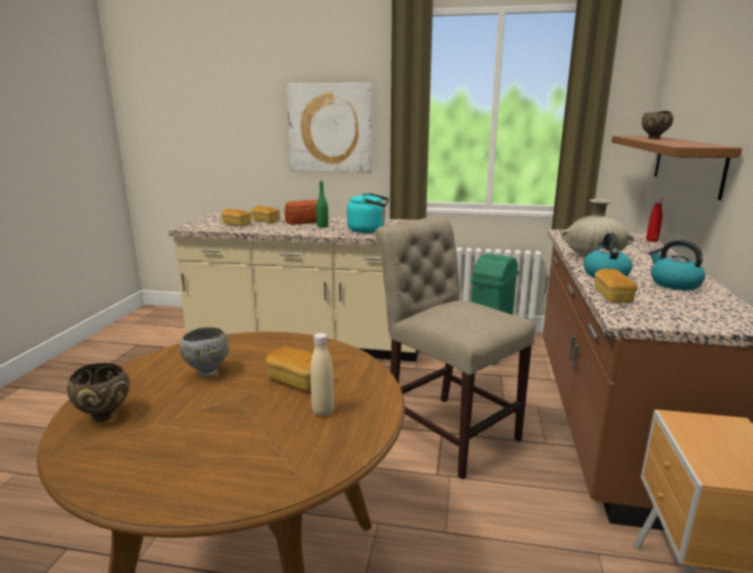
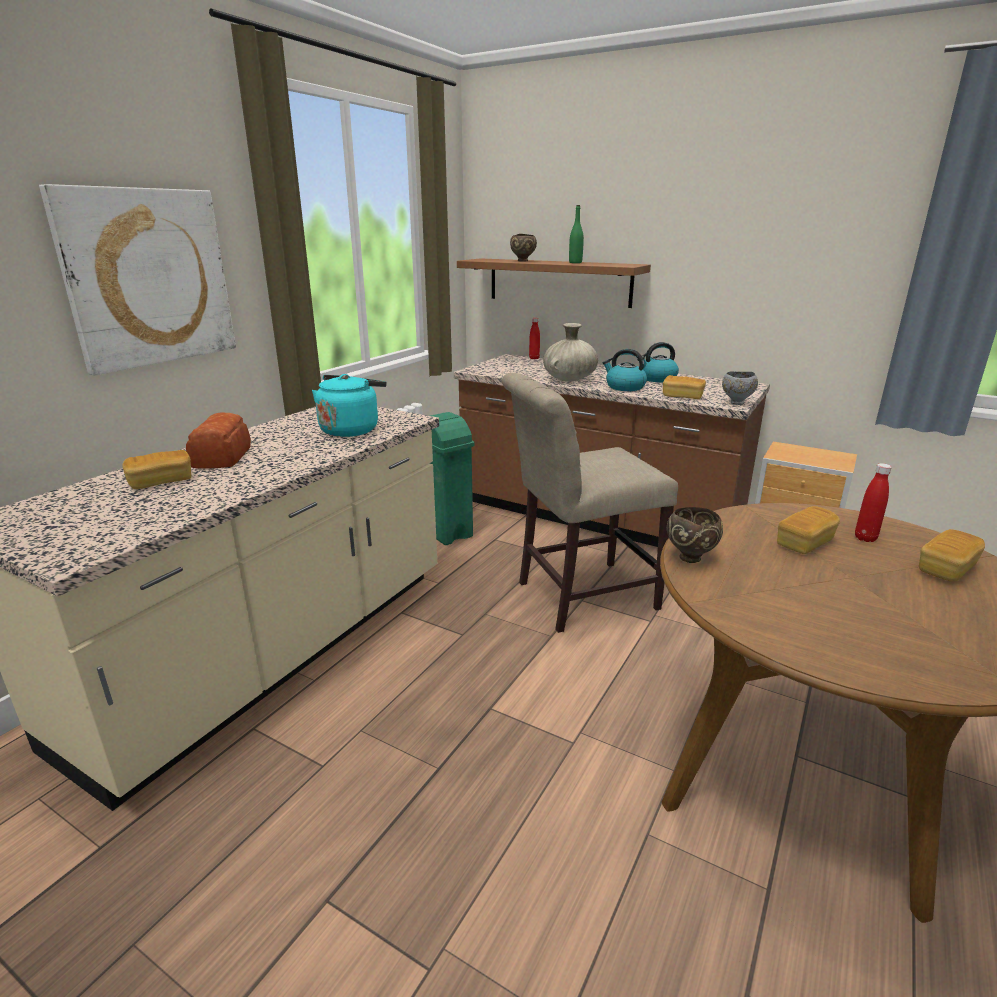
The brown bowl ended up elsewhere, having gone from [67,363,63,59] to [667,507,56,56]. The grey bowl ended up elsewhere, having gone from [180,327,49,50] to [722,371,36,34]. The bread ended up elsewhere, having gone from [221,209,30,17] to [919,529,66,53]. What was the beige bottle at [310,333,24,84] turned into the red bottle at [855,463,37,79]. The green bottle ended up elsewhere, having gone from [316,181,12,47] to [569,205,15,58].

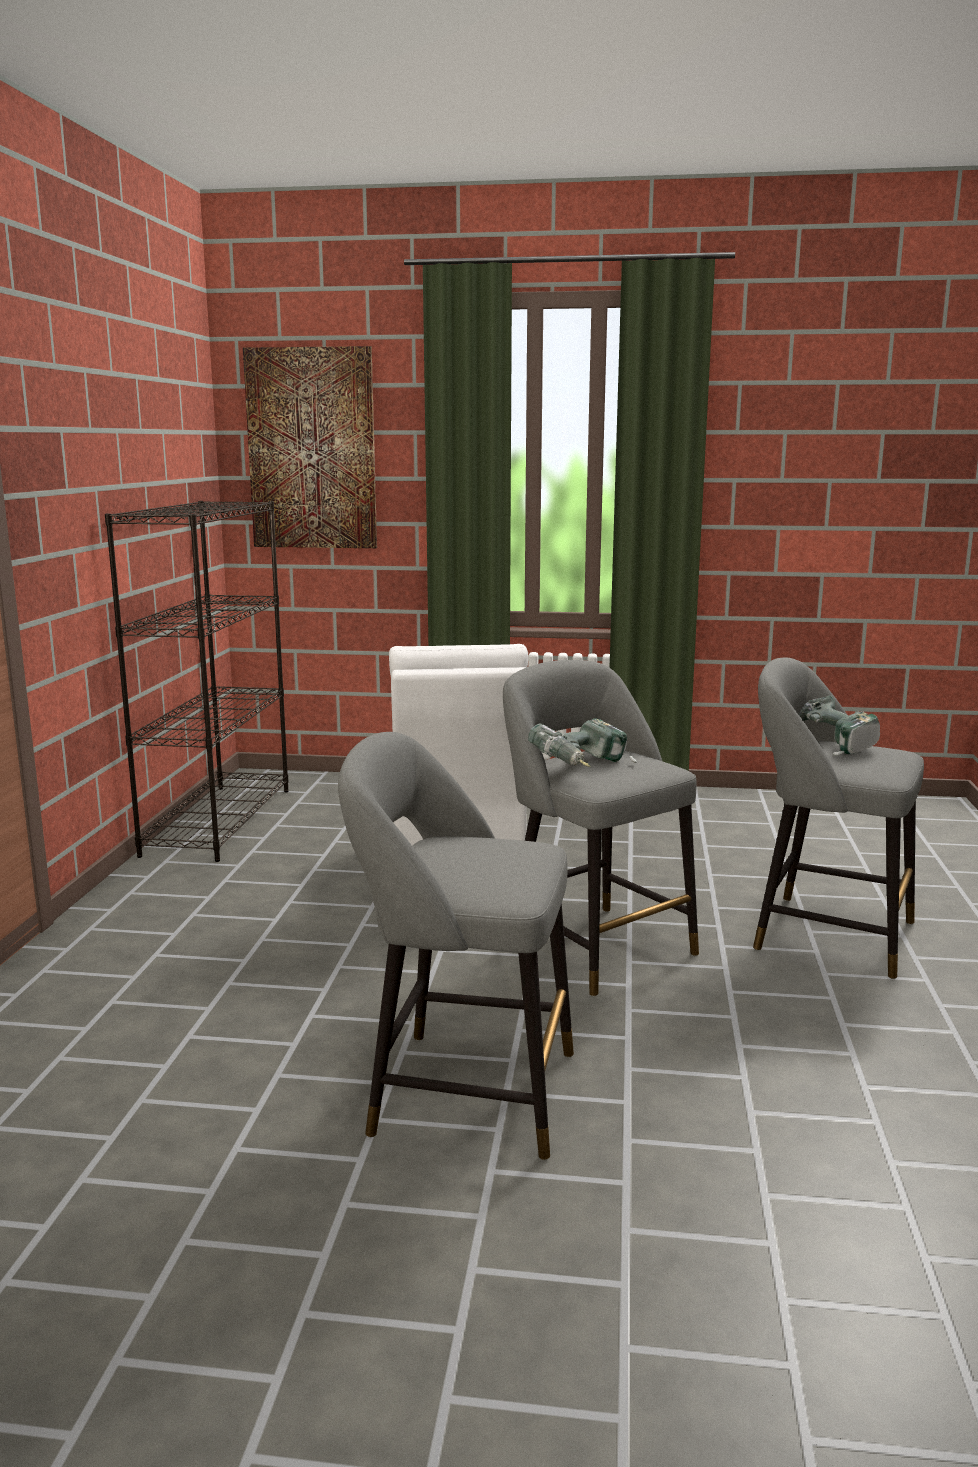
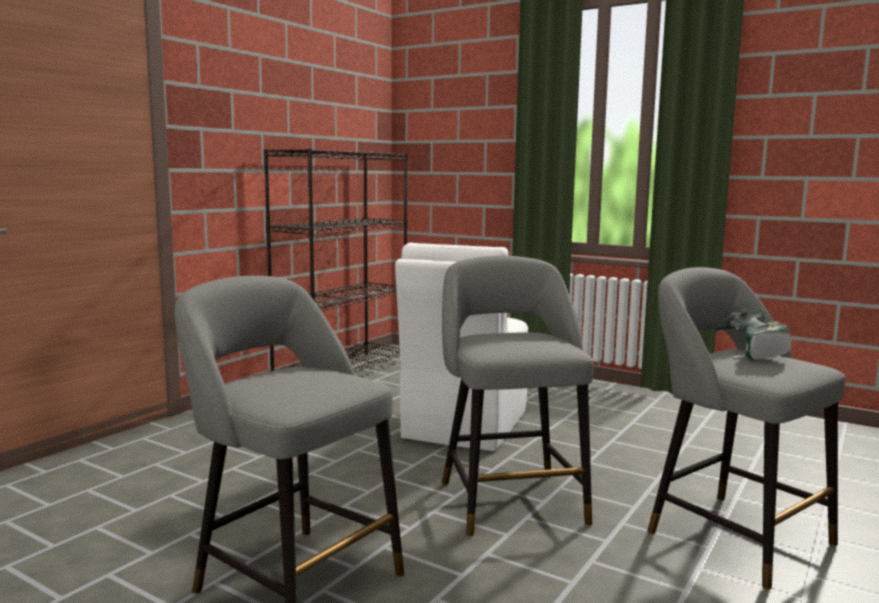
The second view lost the picture at [243,346,134,202]. The second view lost the power drill at [528,718,109,49].

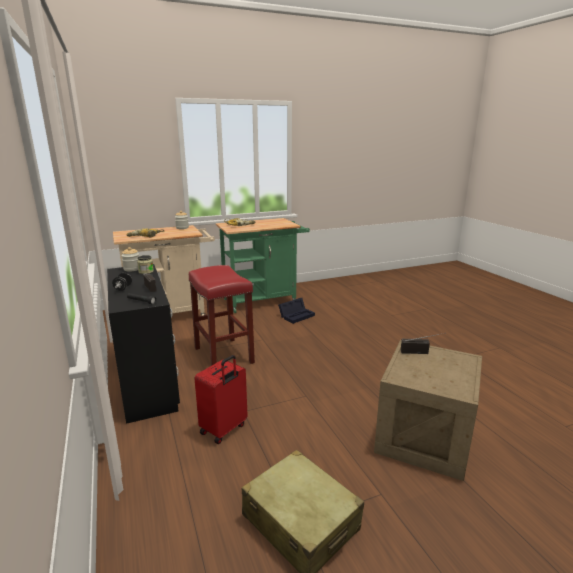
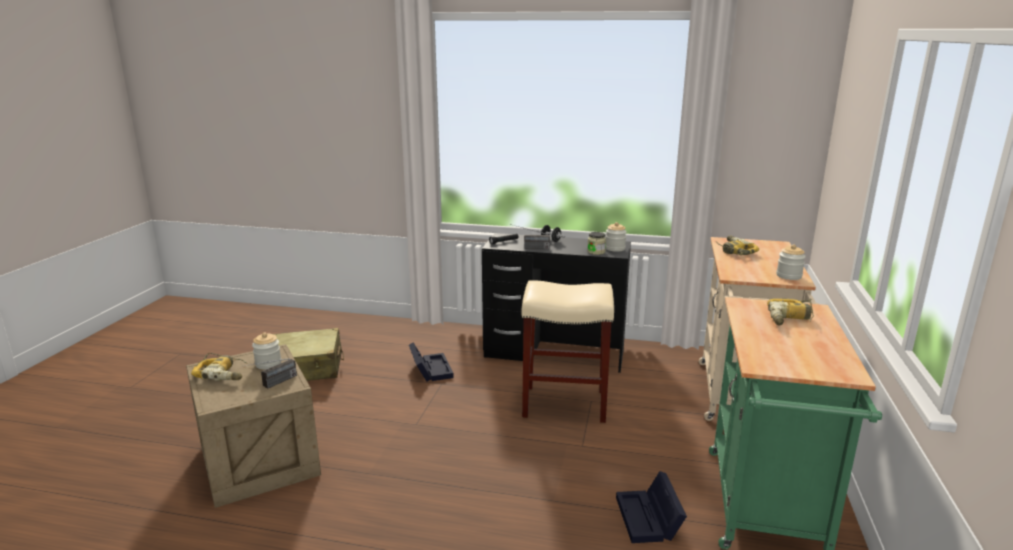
What was the red stool at [189,265,66,101] turned into the beige stool at [521,280,93,143]. Where the red suitcase stood at [194,355,54,89], the black storage box came to stand at [409,343,45,39]. The second view gained the power drill at [191,353,56,28]. The second view gained the jar at [252,333,29,36].

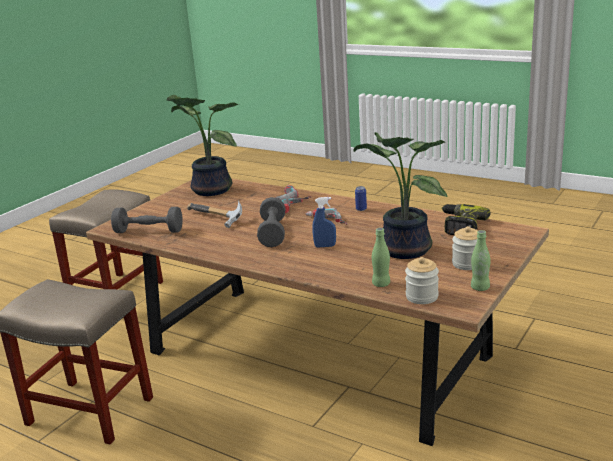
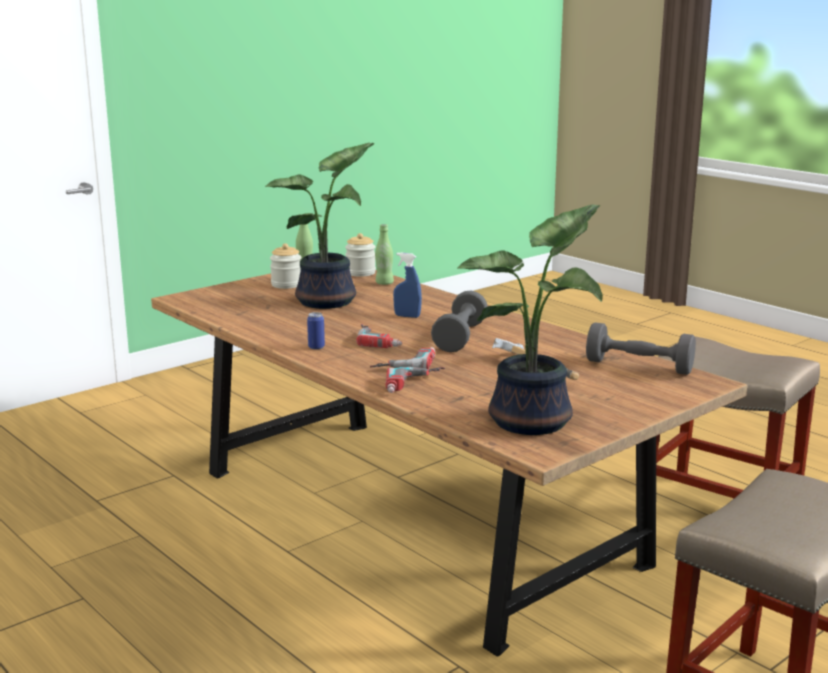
The second view lost the power drill at [442,204,49,31].

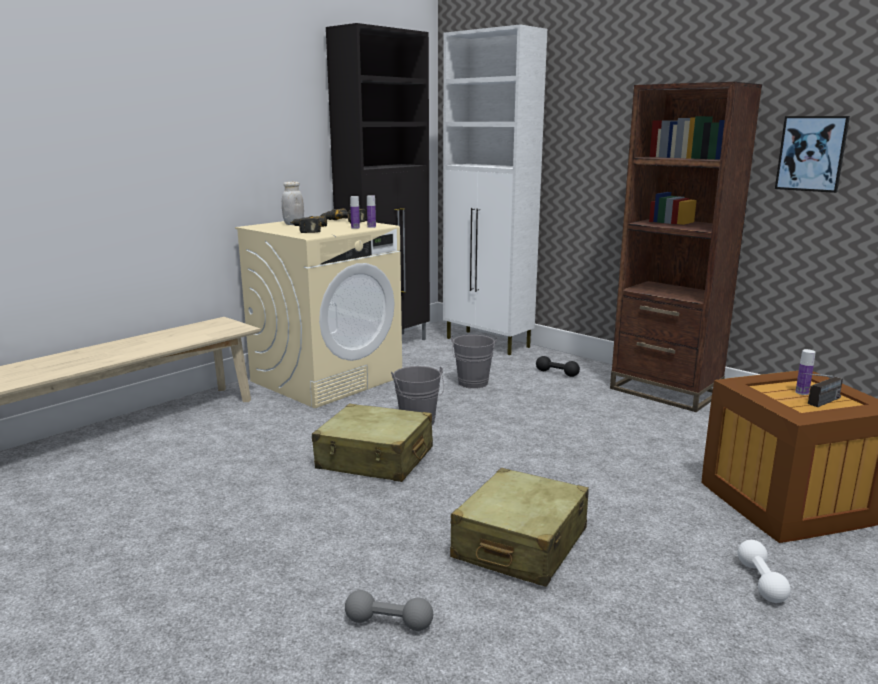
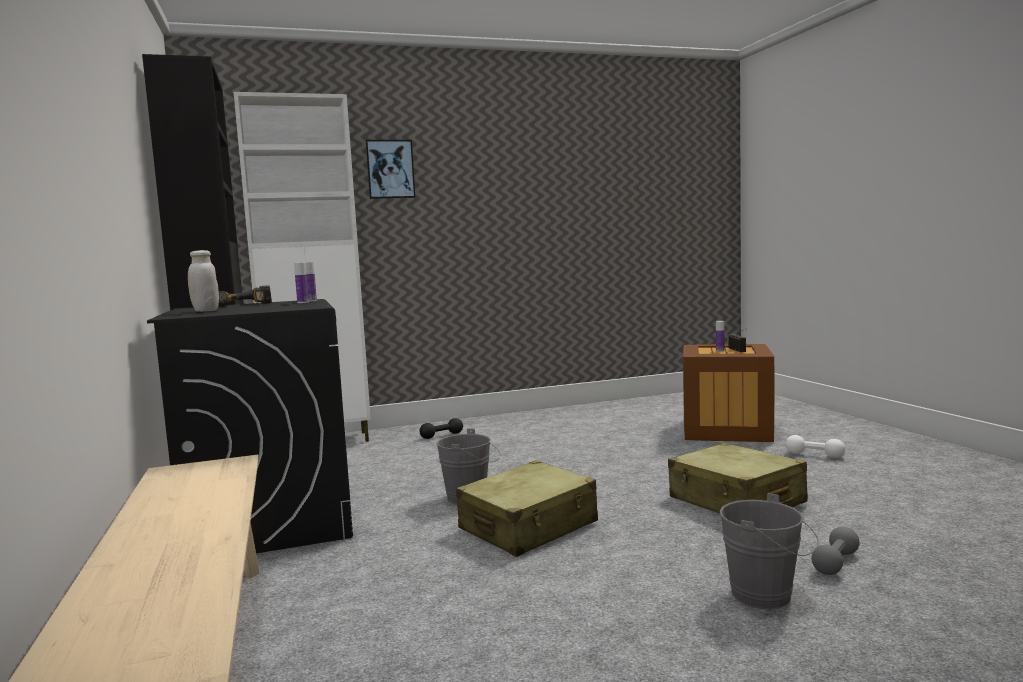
What was the beige washing machine at [235,218,167,190] turned into the black washing machine at [147,299,206,255]. The second view lost the power drill at [290,216,37,17]. The grey bucket ended up elsewhere, having gone from [451,335,46,54] to [719,493,100,116]. The second view lost the brown bookcase at [610,82,152,330]. The picture ended up elsewhere, having gone from [775,116,75,77] to [365,140,50,59].

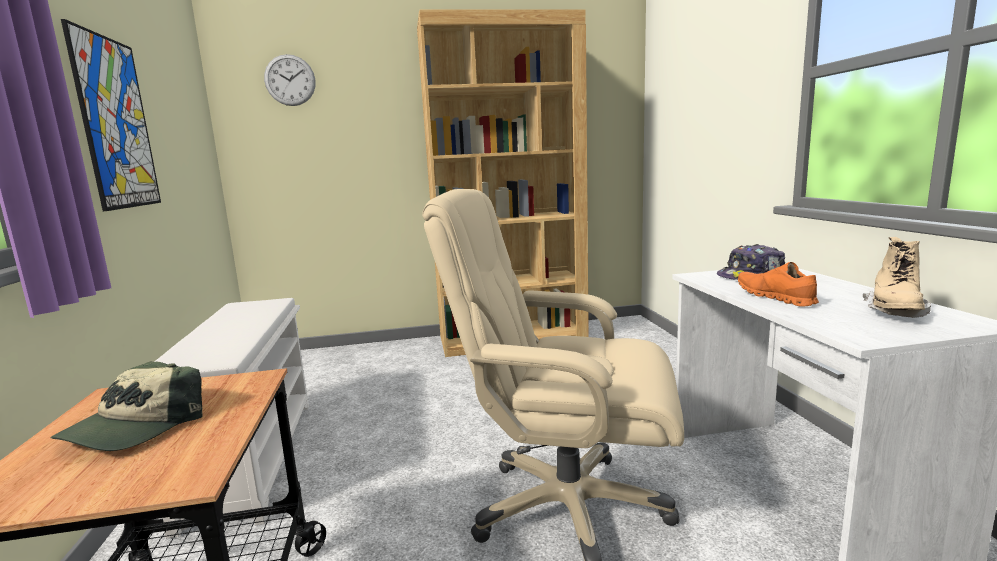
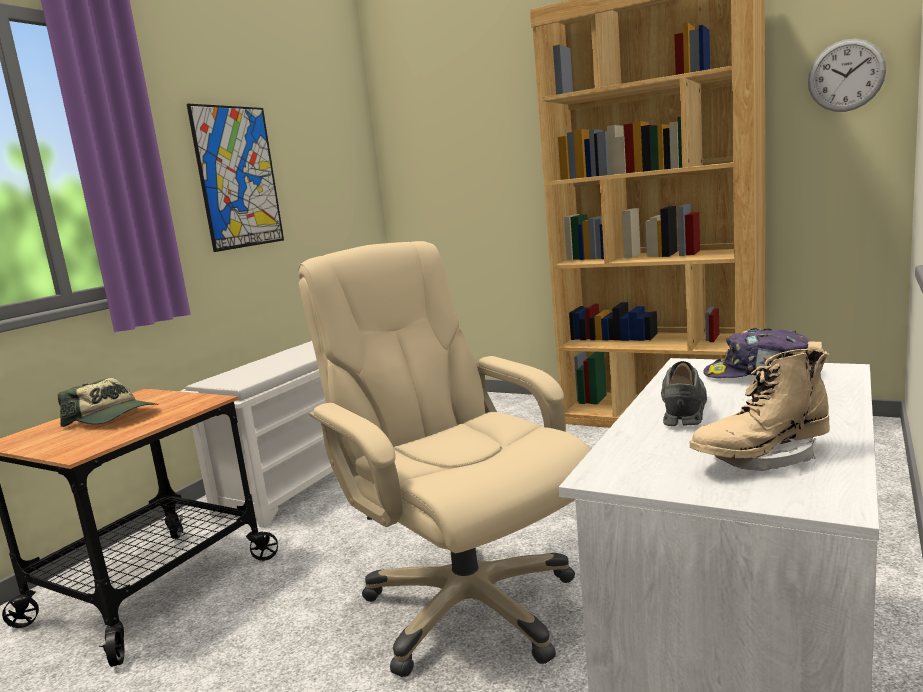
The cap at [51,362,152,89] ended up facing another way, 120 degrees counterclockwise from before. The wall clock ended up elsewhere, having gone from [264,54,52,52] to [808,39,78,73]. What was the orange shoe at [738,262,81,45] turned into the grey shoe at [661,361,46,65].

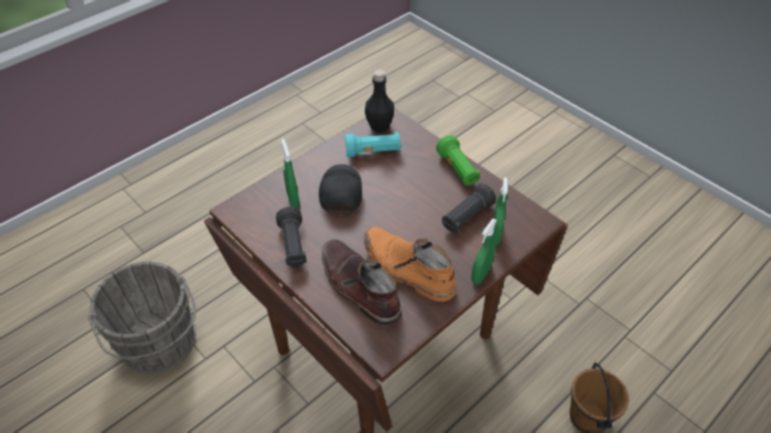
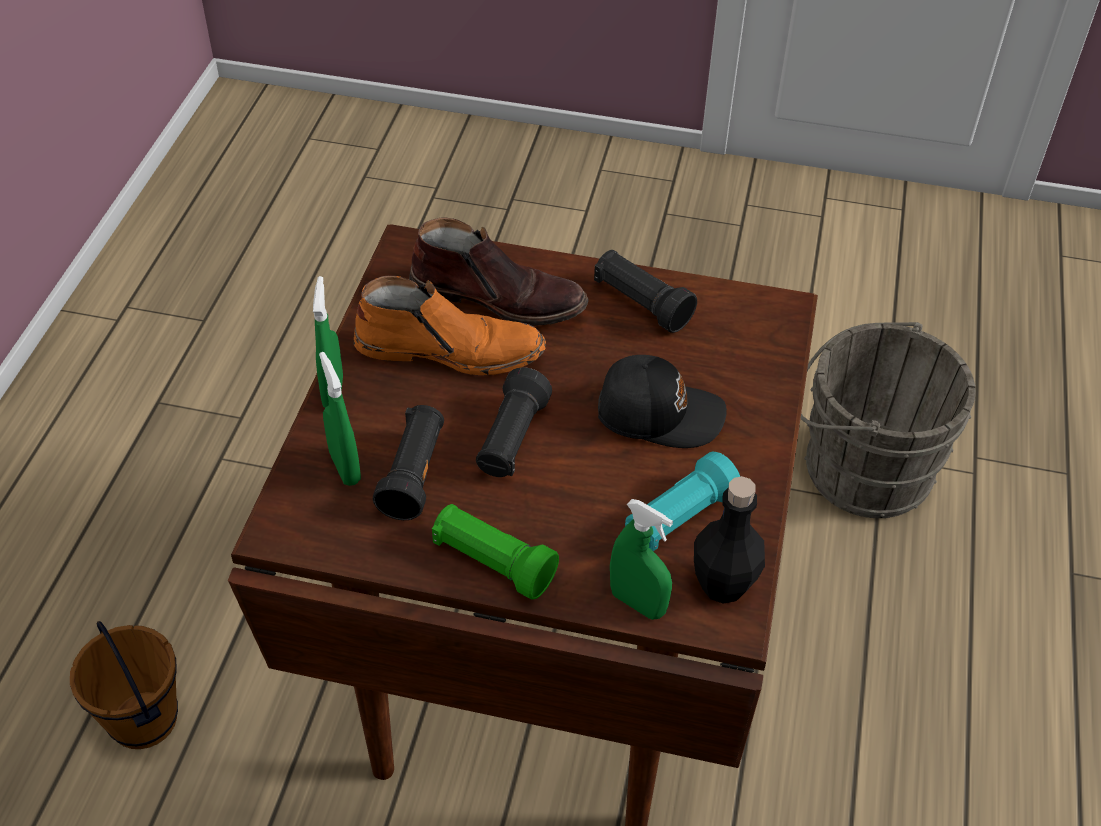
The green spray bottle ended up elsewhere, having gone from [281,139,19,69] to [610,499,63,121]. The black cap at [319,164,43,50] ended up facing another way, 45 degrees counterclockwise from before. The second view gained the black flashlight at [476,367,76,110].

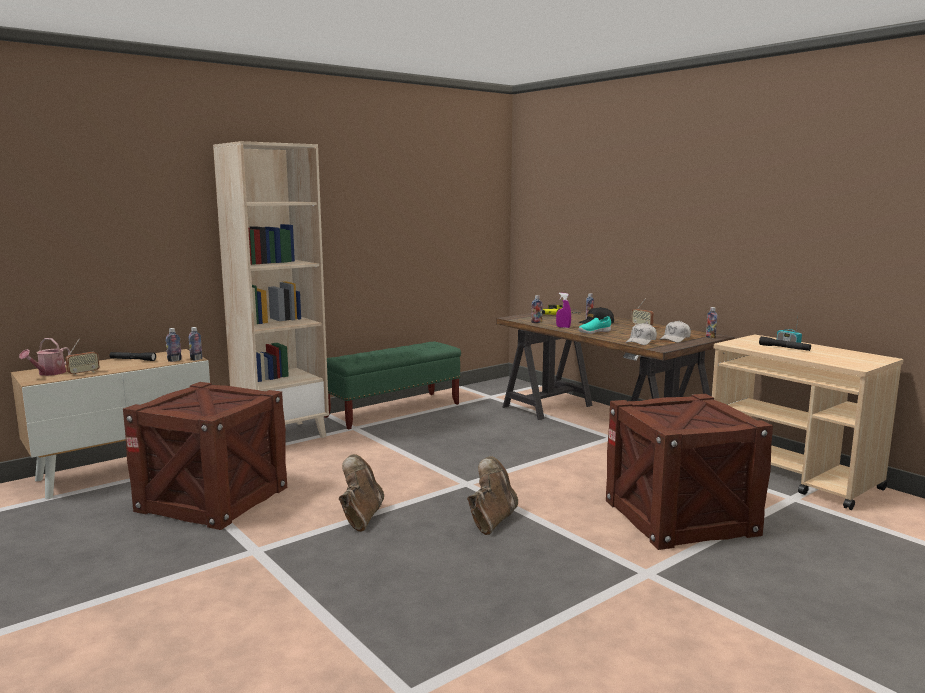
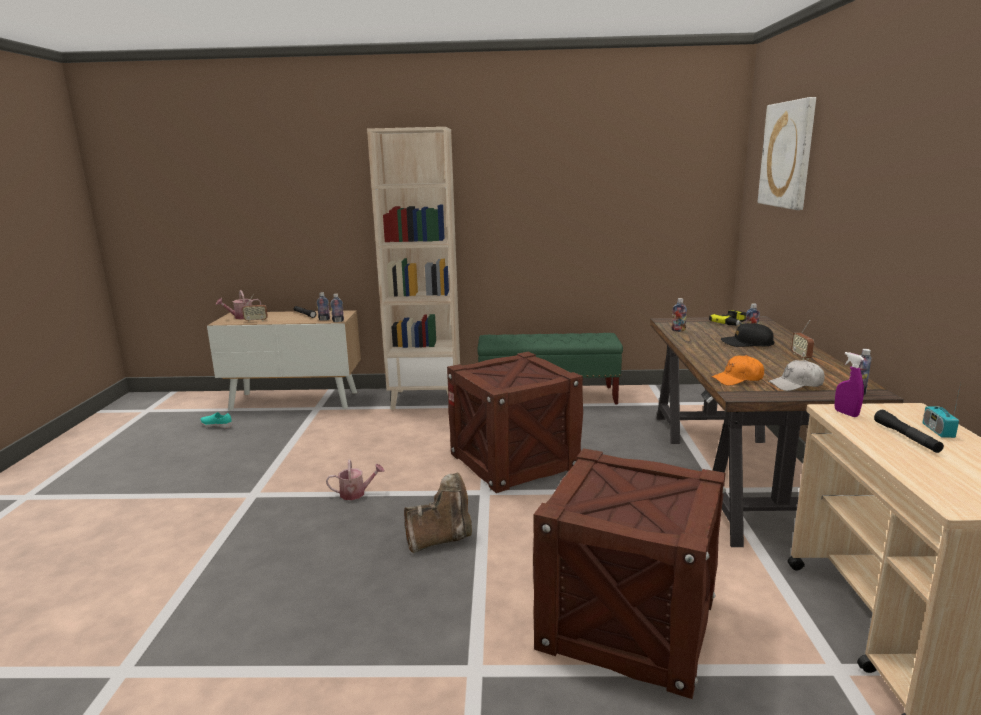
The crate ended up elsewhere, having gone from [123,382,164,148] to [447,352,136,141]. Where the brown boot stood at [339,454,45,78], the watering can came to stand at [326,459,59,41]. The purple spray bottle ended up elsewhere, having gone from [556,293,15,35] to [834,352,30,65]. The turquoise shoe ended up elsewhere, having gone from [578,316,33,18] to [200,412,32,16]. What was the white cap at [625,323,32,22] turned into the orange cap at [711,355,53,31]. The second view gained the picture at [758,97,58,113].

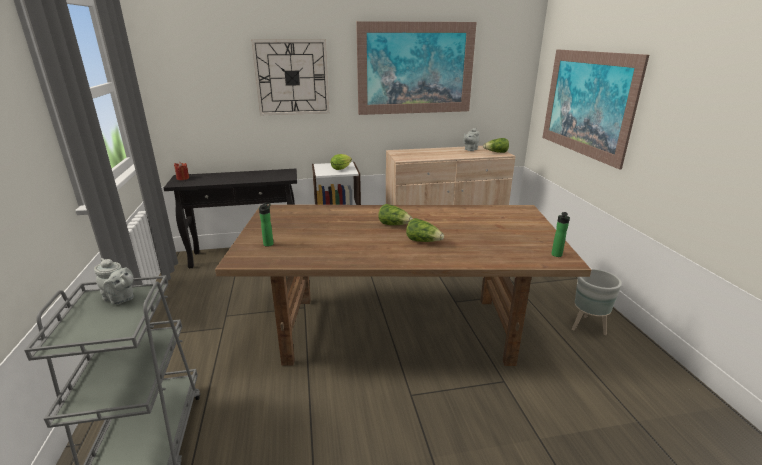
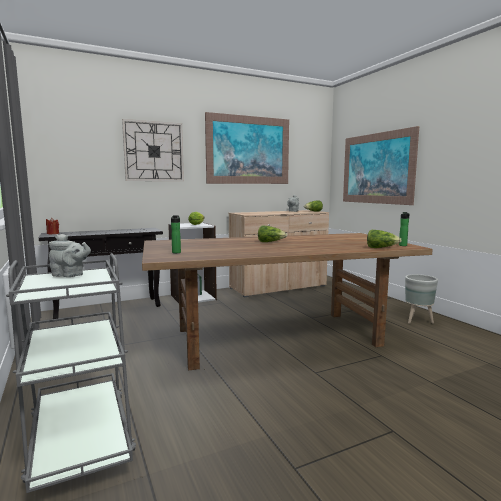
The lettuce ended up elsewhere, having gone from [406,218,38,24] to [367,230,35,18].

